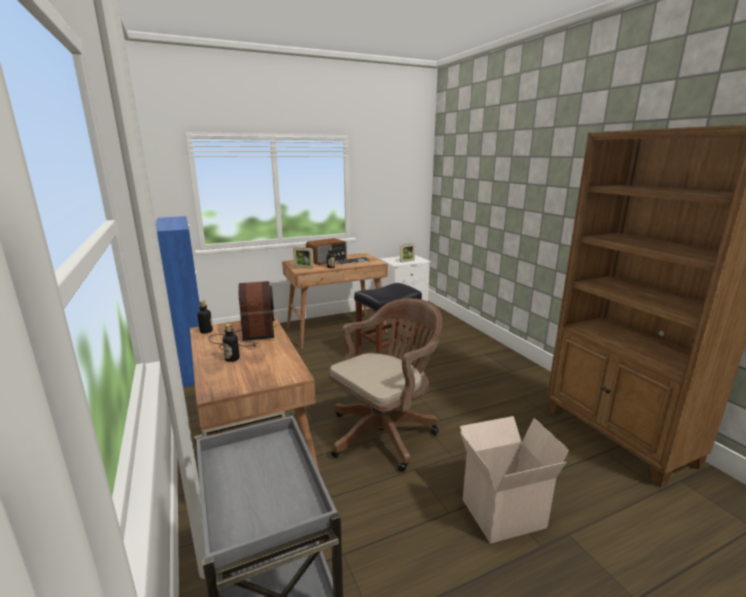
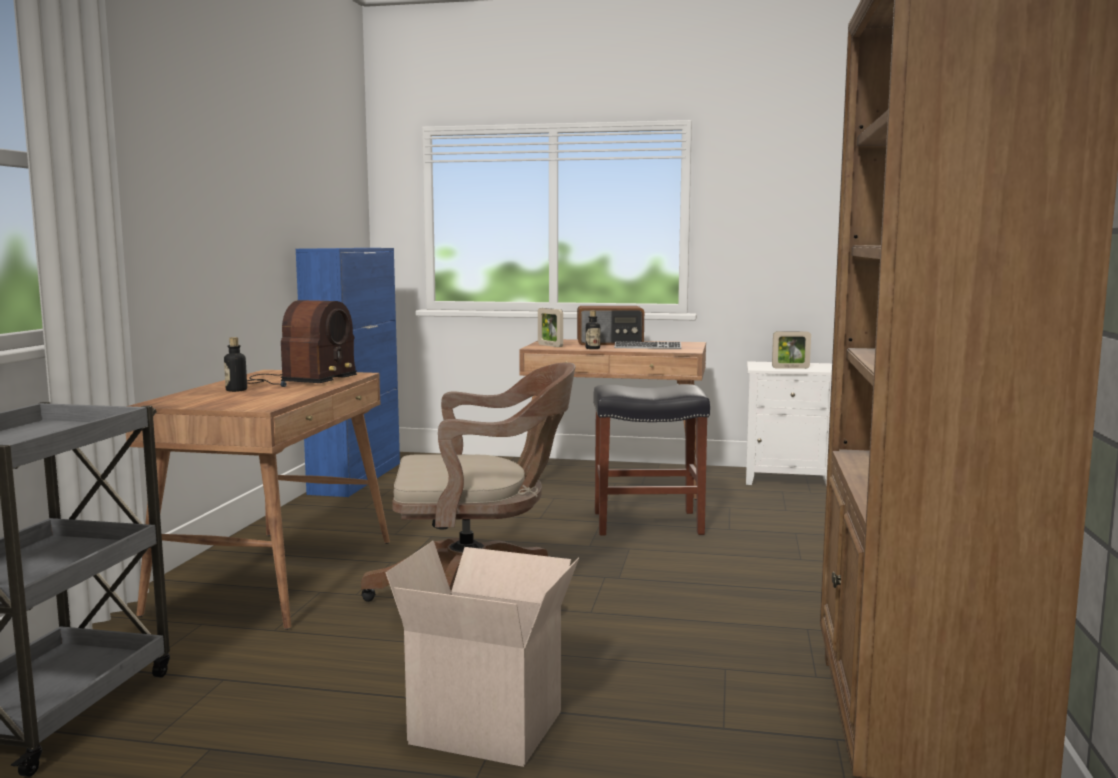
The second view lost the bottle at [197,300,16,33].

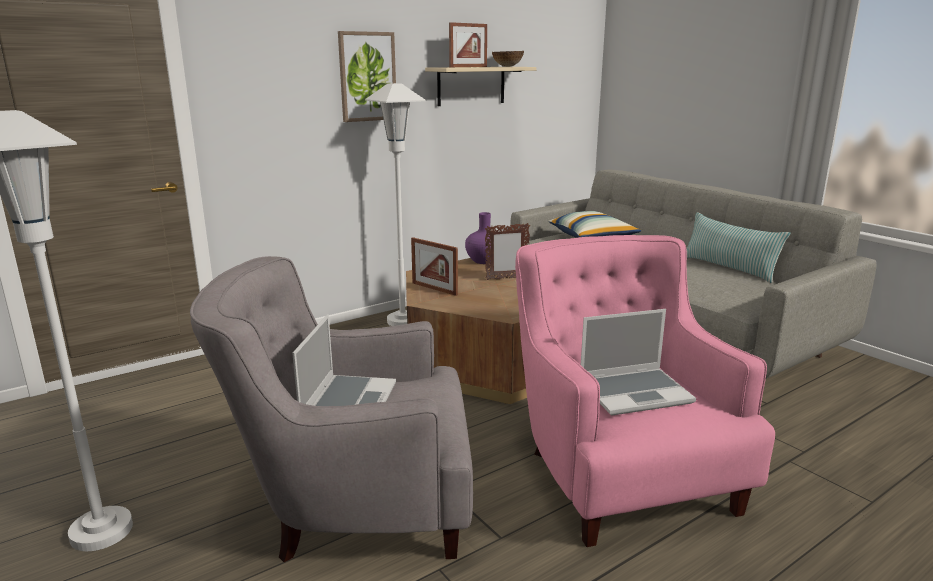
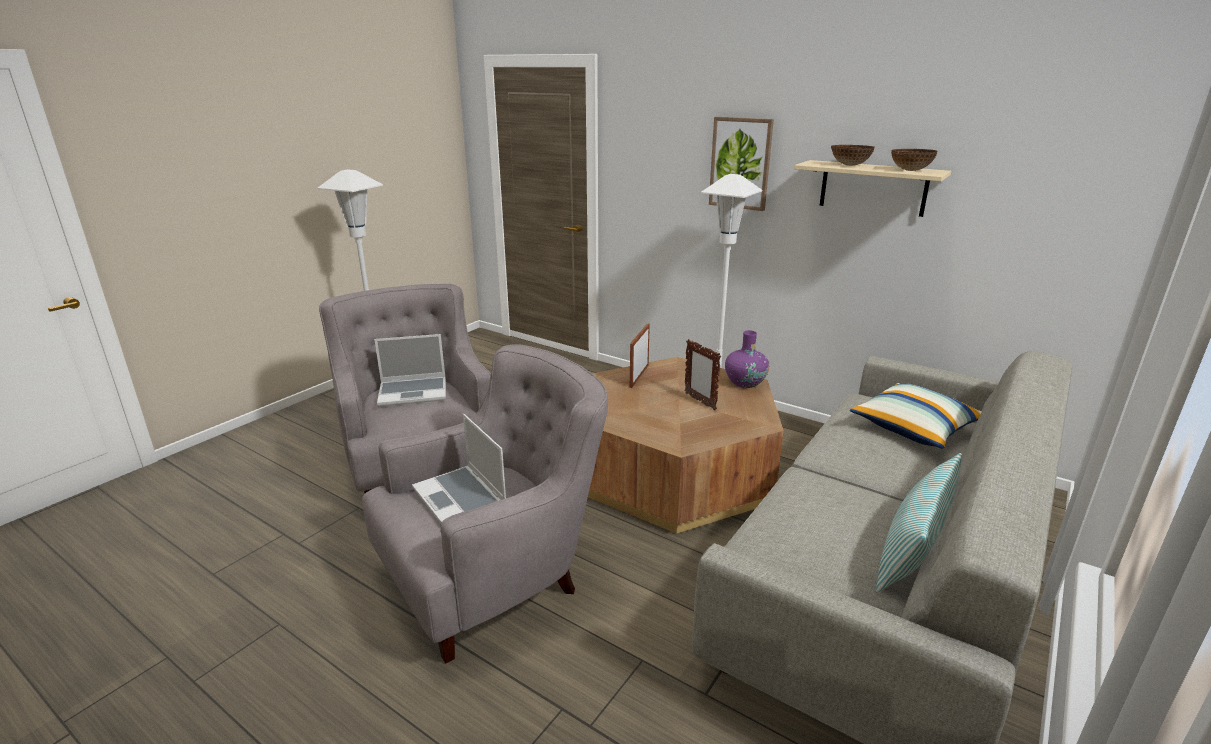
Where the picture frame stood at [449,22,38,45], the bowl came to stand at [831,145,44,21]. What was the pink armchair at [515,235,260,312] turned into the grey armchair at [362,344,246,320].

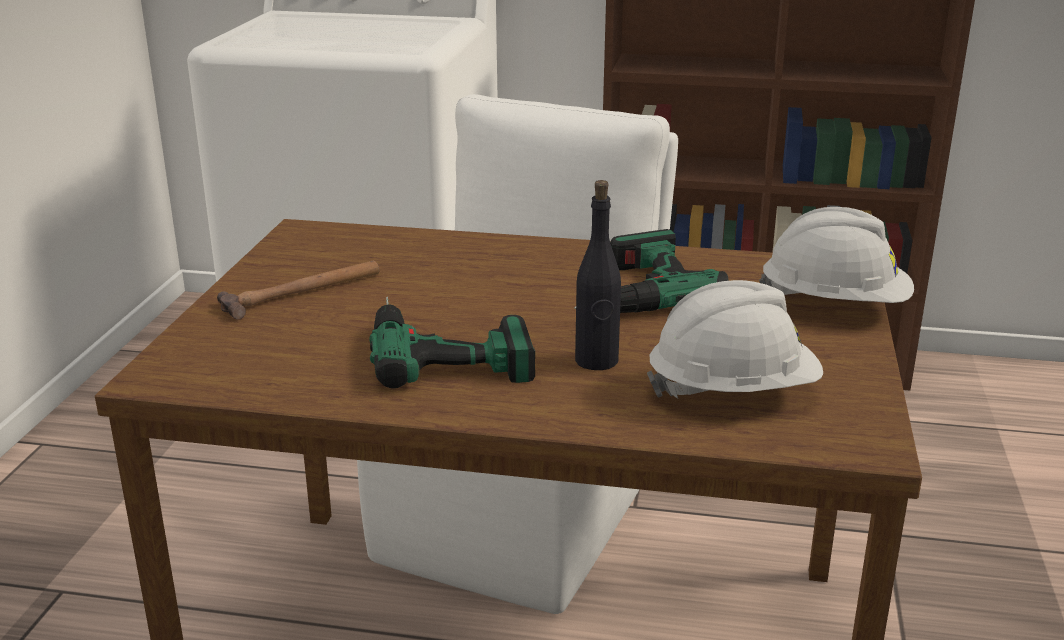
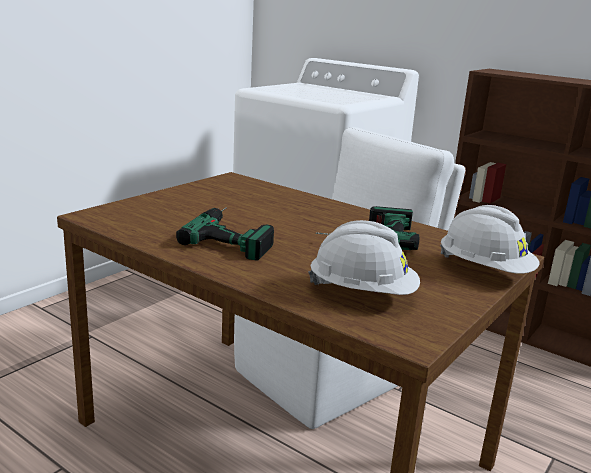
The second view lost the hammer at [217,261,162,59]. The second view lost the black bottle at [575,180,46,190].

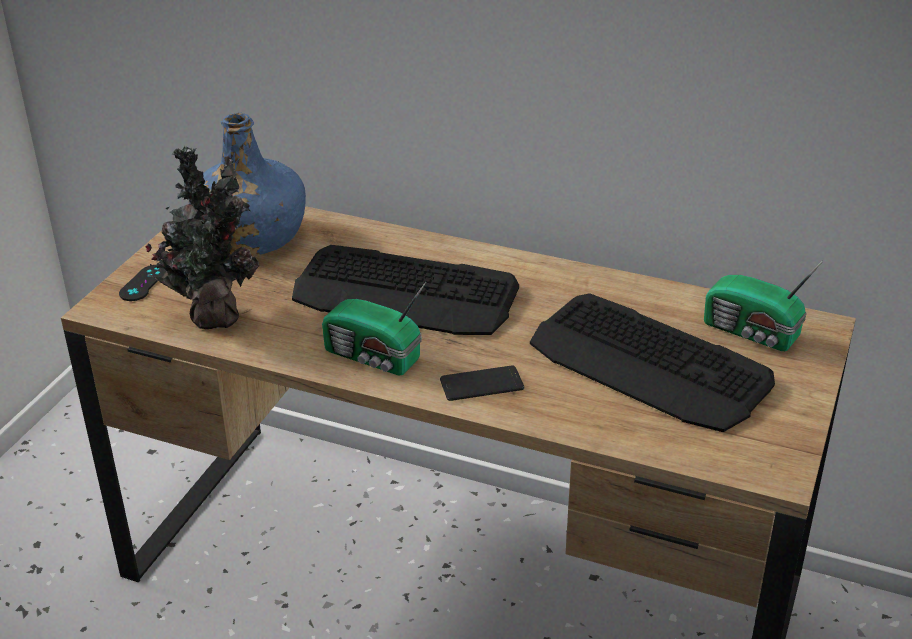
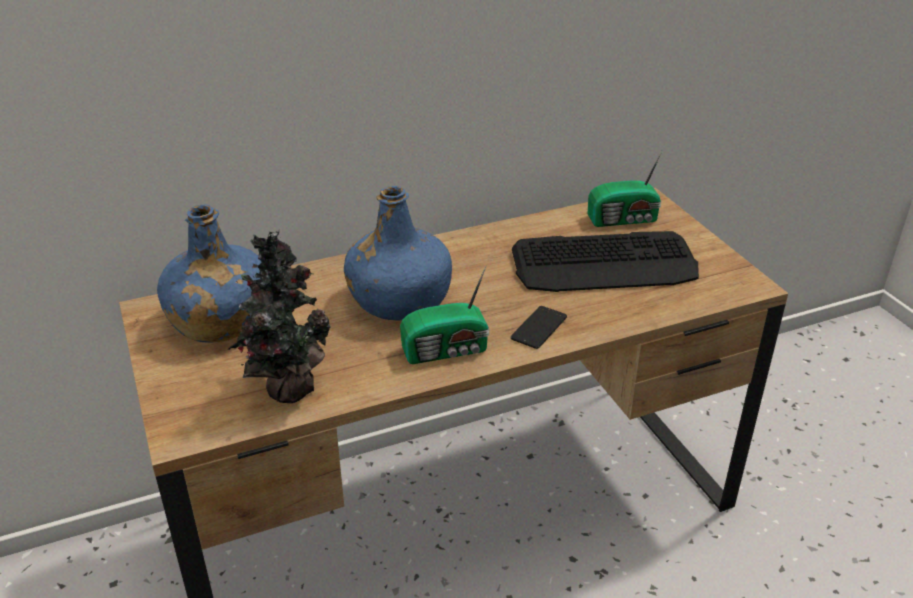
The second view lost the black game controller at [119,265,47,36]. Where the keyboard stood at [292,245,227,90], the blue bottle came to stand at [344,186,108,134].

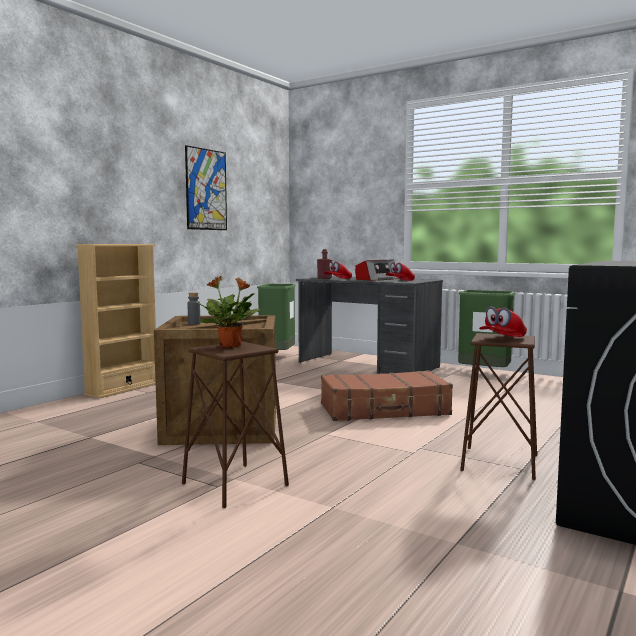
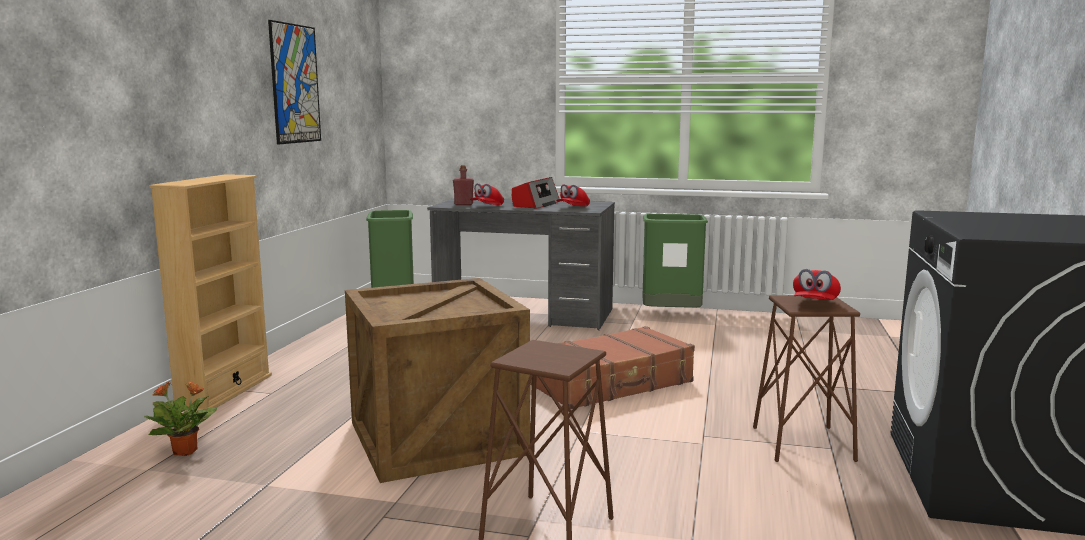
The second view lost the grey bottle at [188,292,12,33]. The potted plant ended up elsewhere, having gone from [198,276,63,72] to [144,382,73,74].

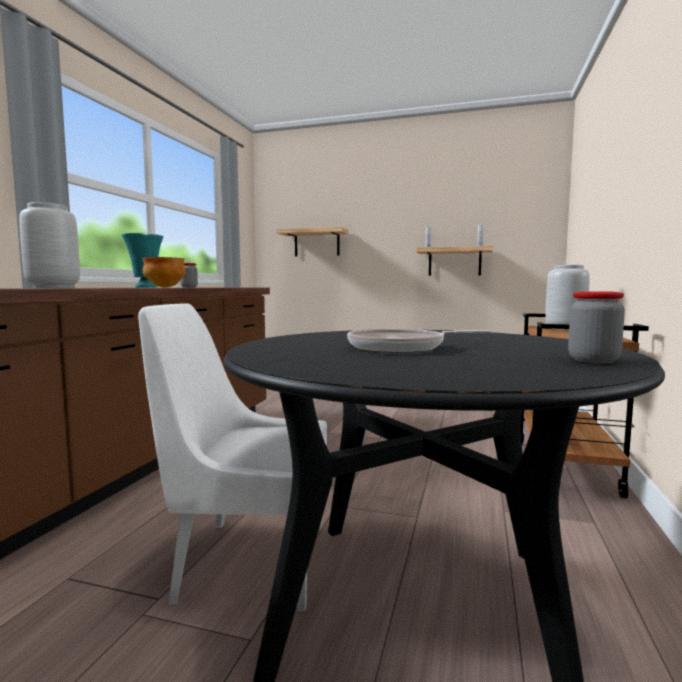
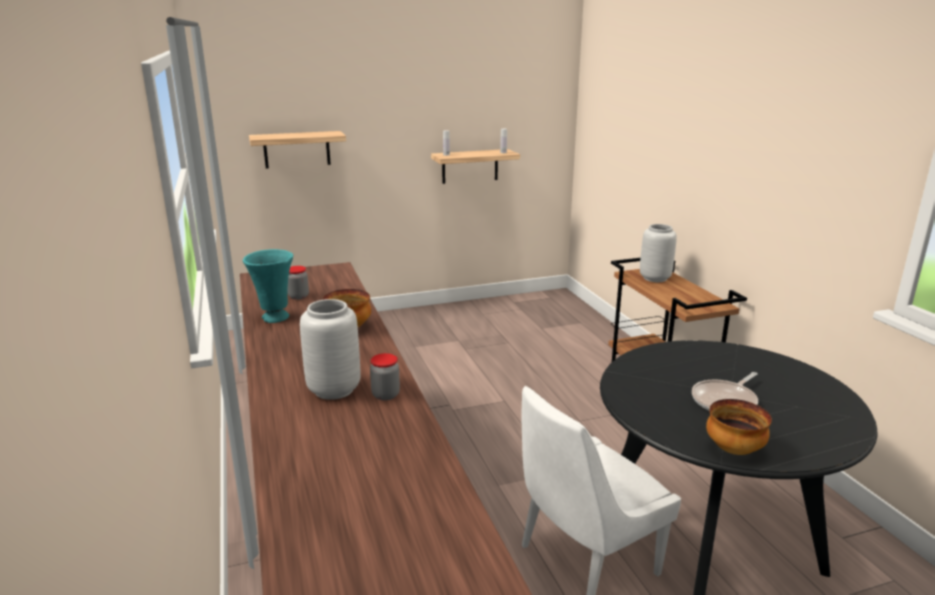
The jar ended up elsewhere, having gone from [568,291,57,73] to [370,353,30,48]. The second view gained the bowl at [706,399,66,56].

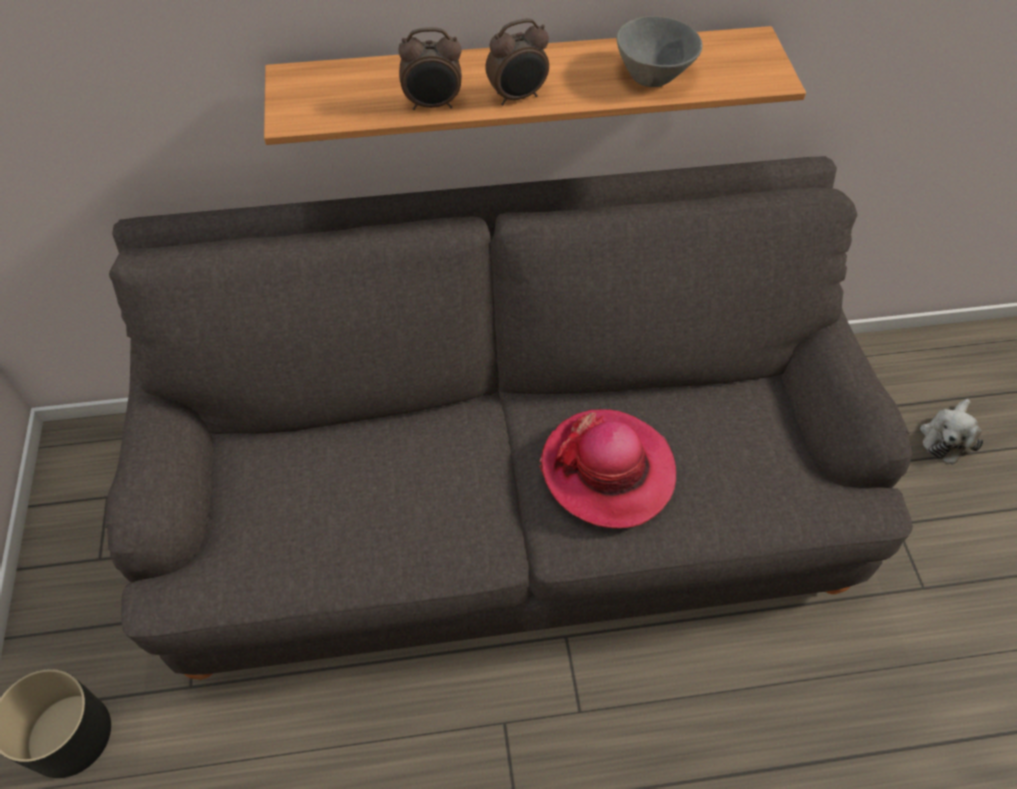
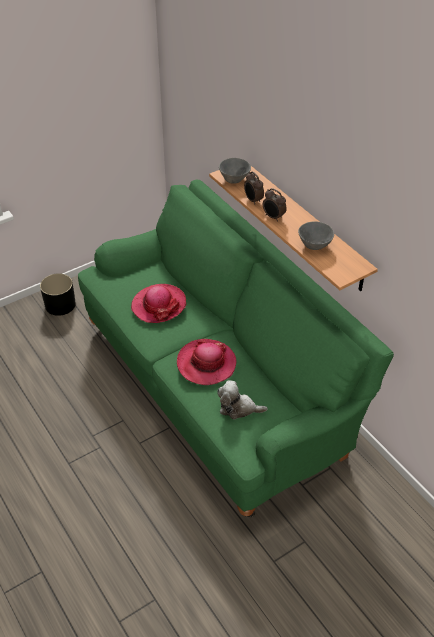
What was the grey sofa at [105,156,808,524] turned into the green sofa at [78,179,316,338]. The plush toy ended up elsewhere, having gone from [920,399,64,66] to [217,380,51,40]. The second view gained the hat at [131,284,55,39]. The second view gained the grey bowl at [219,158,32,26].

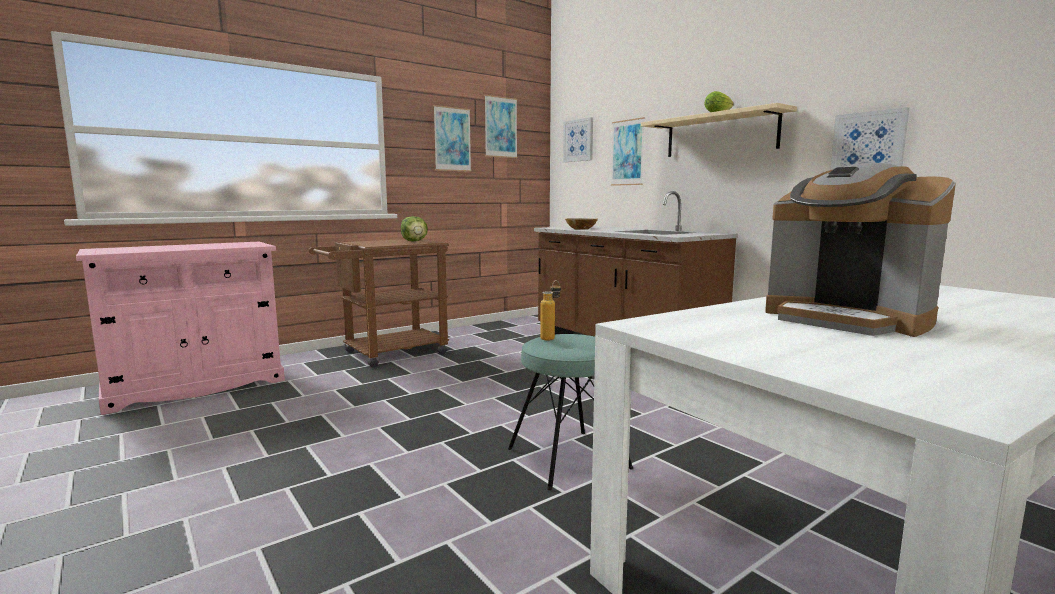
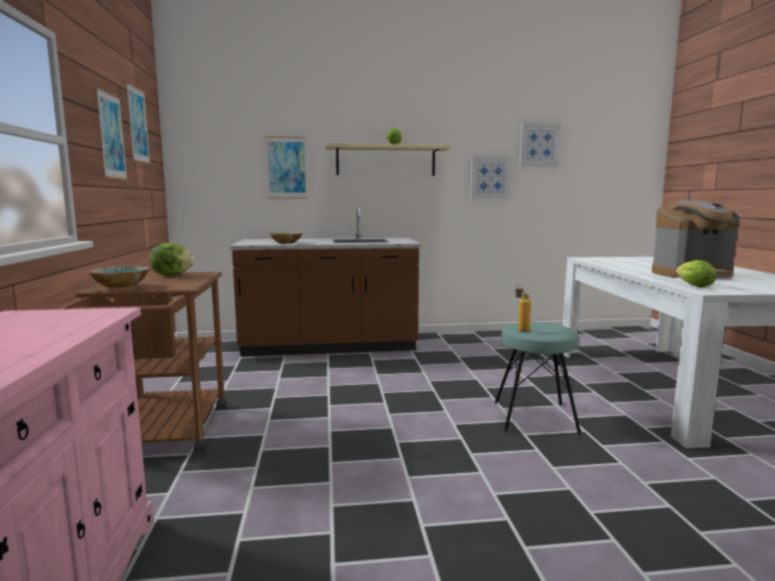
The picture ended up elsewhere, having gone from [563,117,30,45] to [520,123,41,42]. The second view gained the bowl at [88,266,61,22]. The second view gained the lettuce at [676,260,40,27].

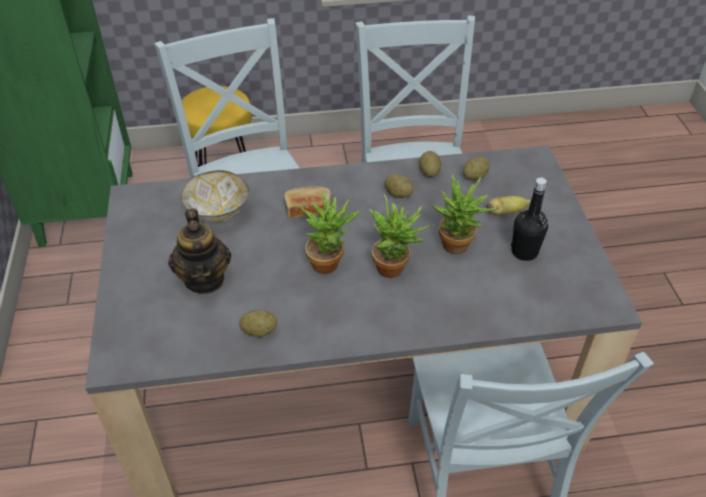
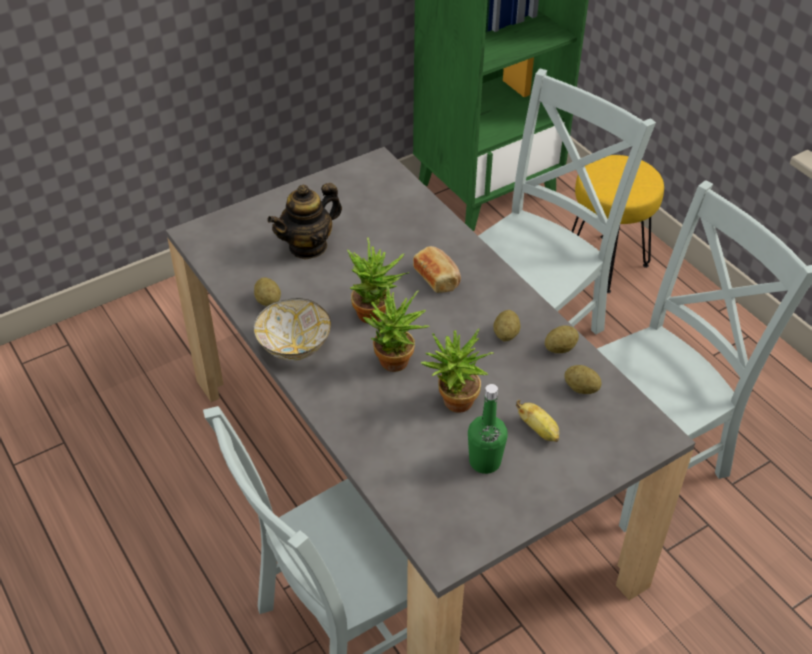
The bowl ended up elsewhere, having gone from [181,170,68,53] to [254,298,77,63]. What was the black bottle at [511,178,37,83] turned into the green bottle at [468,384,40,90].

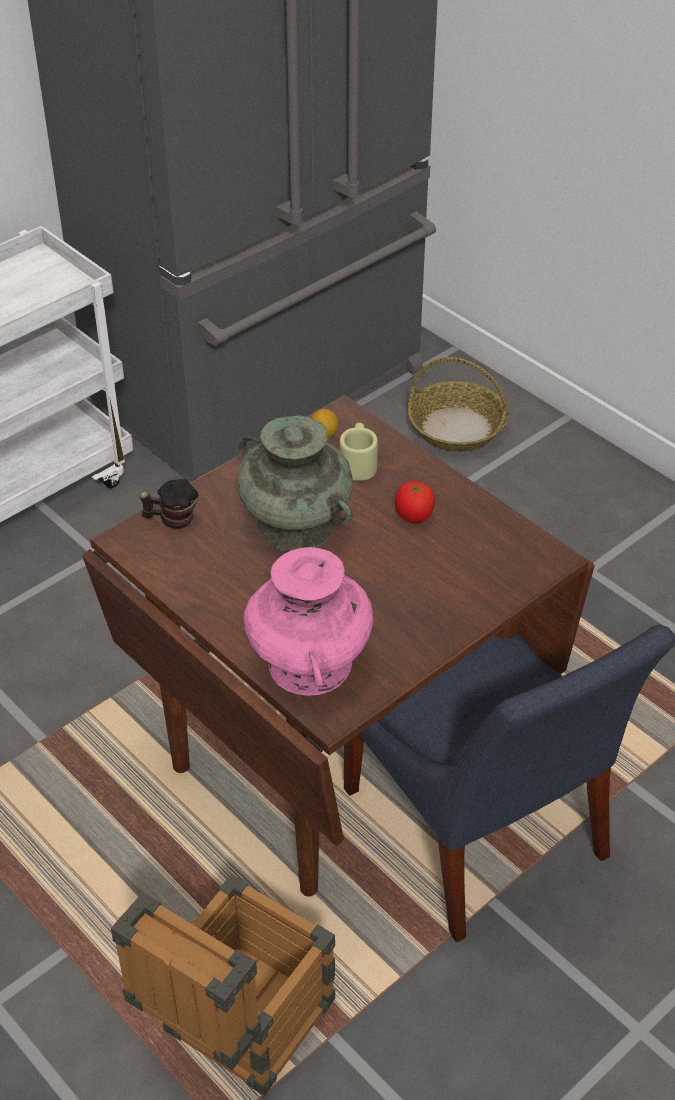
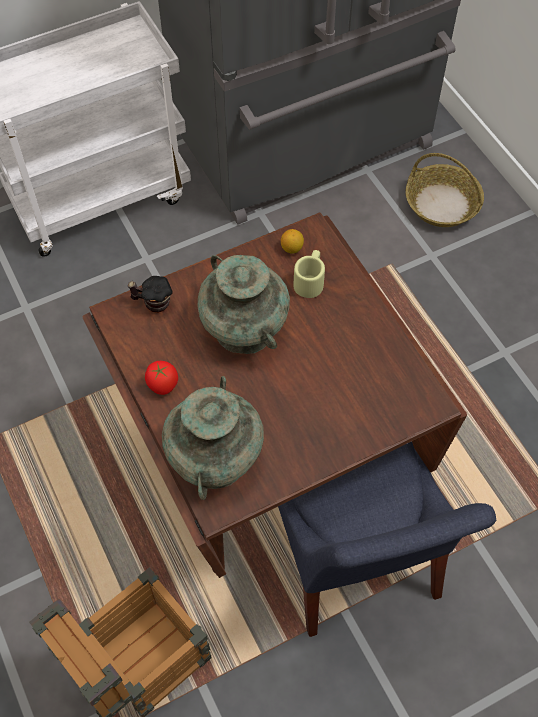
What was the pink vase at [243,547,130,149] turned into the turquoise vase at [162,376,102,124]. The tomato ended up elsewhere, having gone from [395,481,40,42] to [145,361,33,34].

